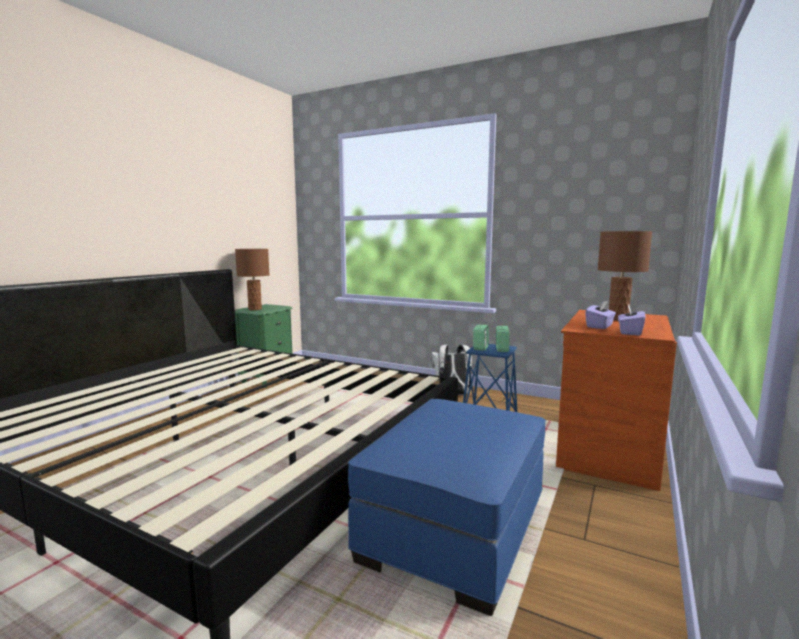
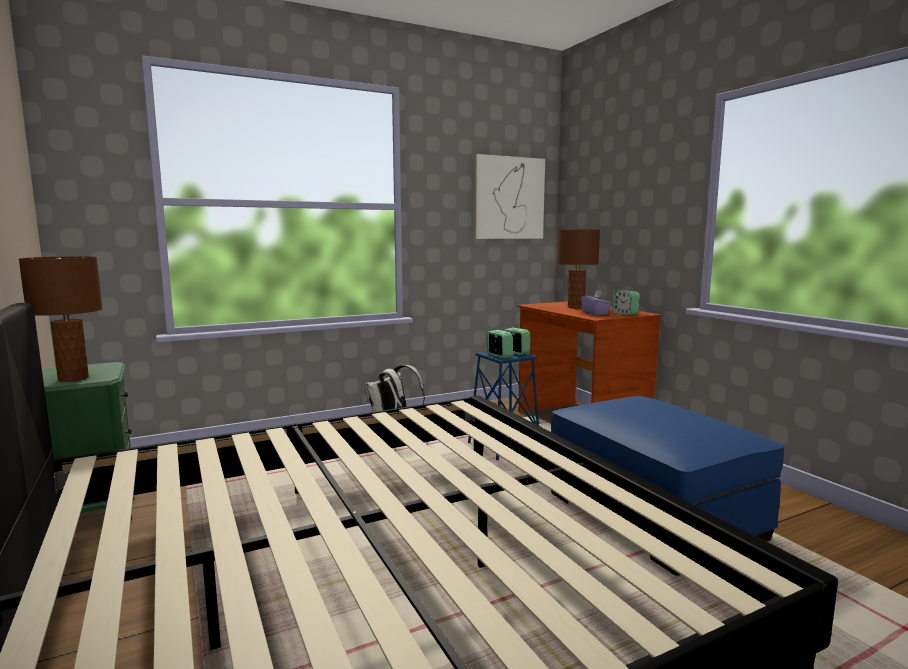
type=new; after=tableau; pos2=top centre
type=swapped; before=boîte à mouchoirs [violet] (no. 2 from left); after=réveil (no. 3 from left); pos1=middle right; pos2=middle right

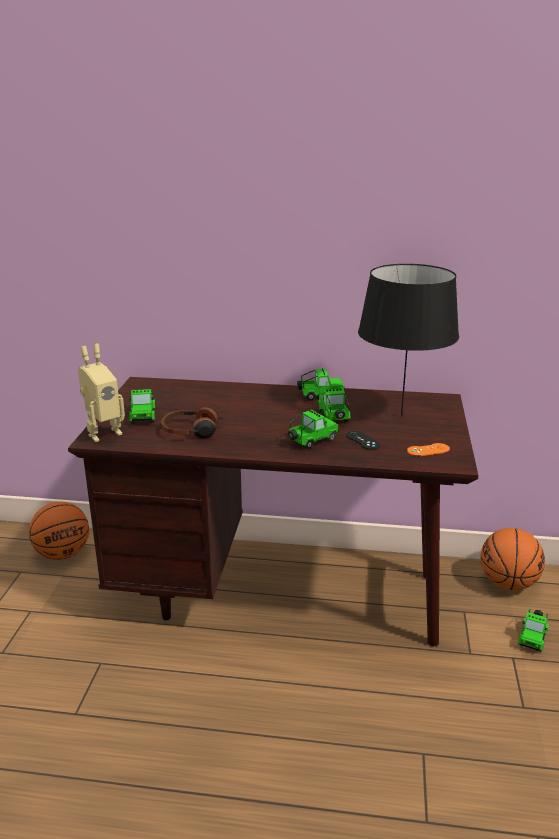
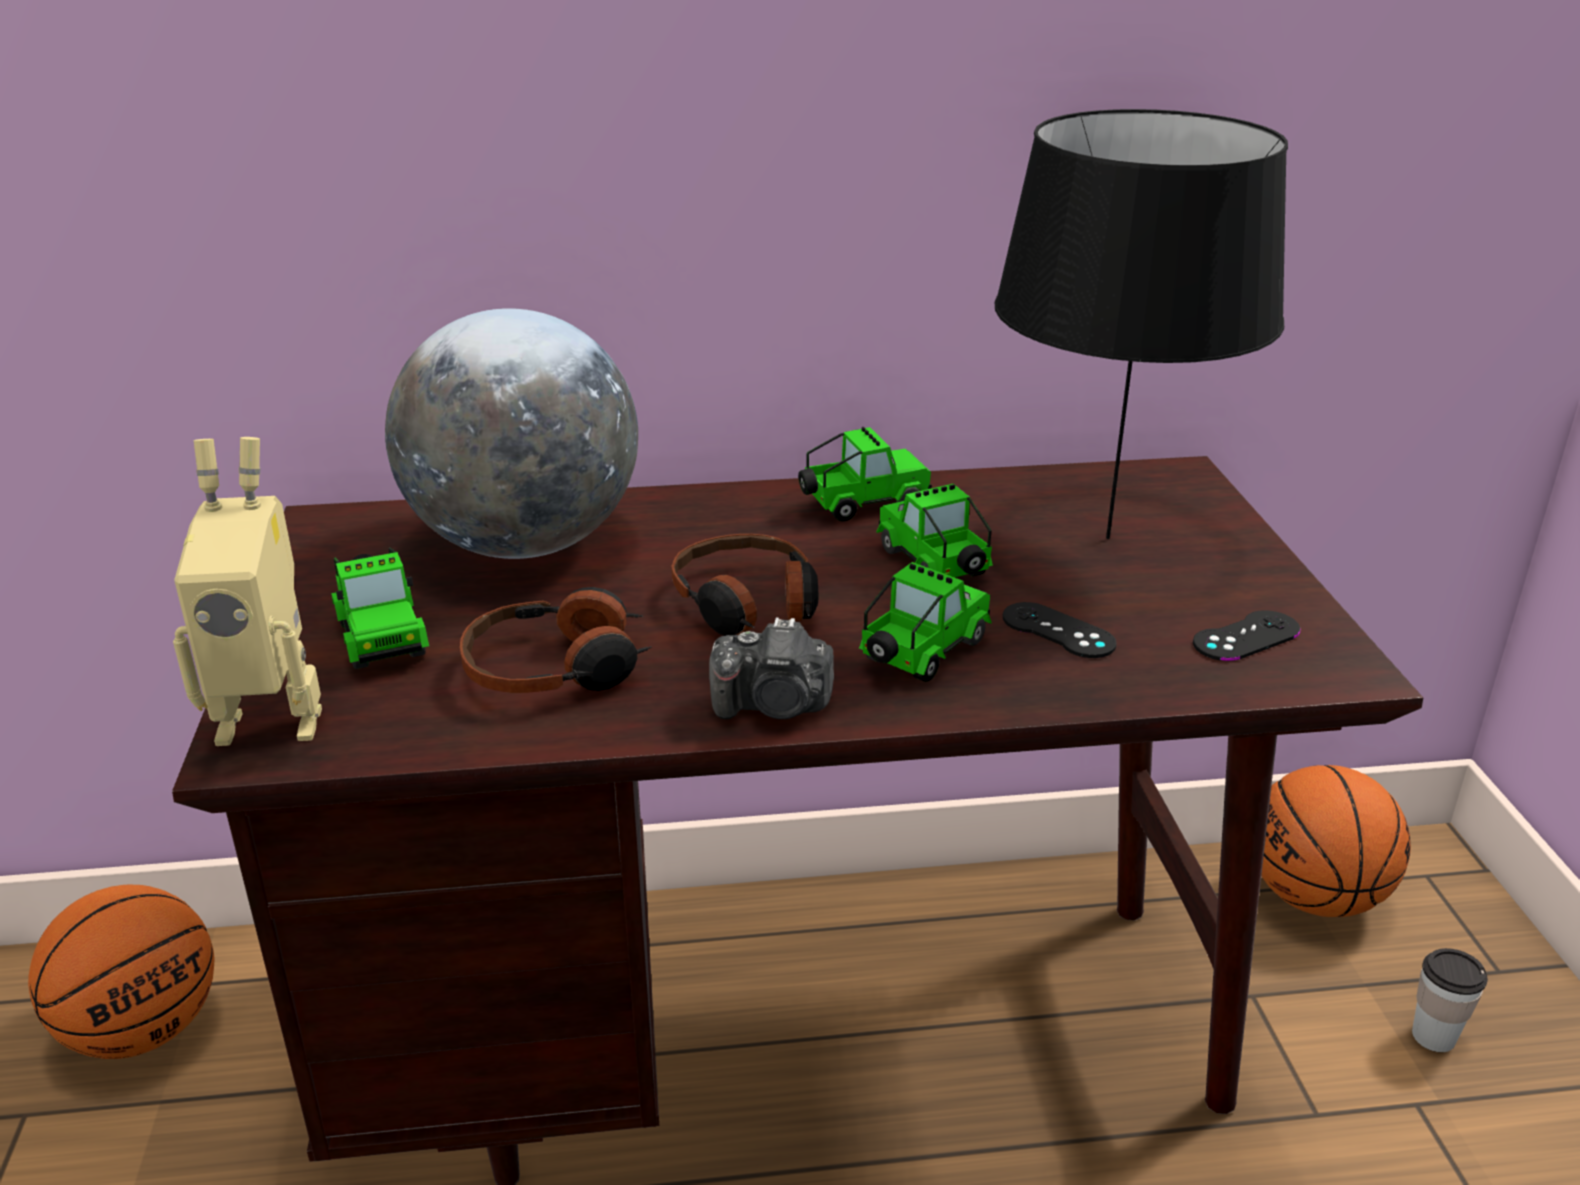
type=rotated; before=robot jouet; pos1=middle left; pos2=middle left; turn=45
type=new; after=globe; pos2=middle left
type=new; after=casque audio (no. 2 from left); pos2=centre
type=new; after=appareil photo; pos2=centre
type=repainted; before=manette [orange]; after=manette [noir] (no. 2 from left); pos1=middle right; pos2=middle right
type=swapped; before=petite voiture (no. 5 from left); after=tasse; pos1=bottom right; pos2=bottom right

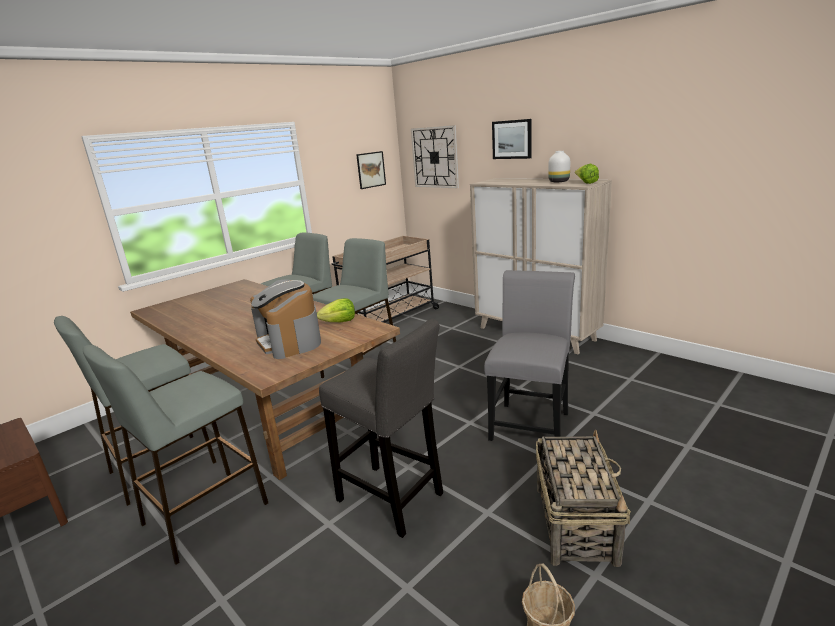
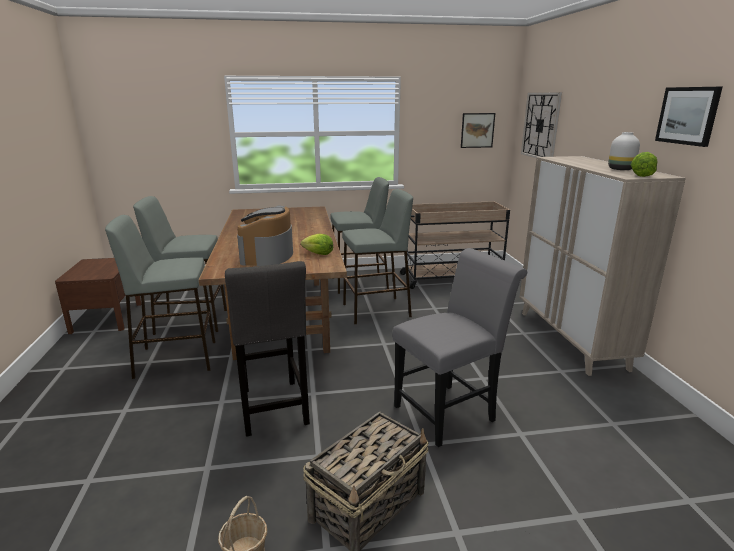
type=shifted; before=tableau (no. 2 from left); pos1=top centre; pos2=top right

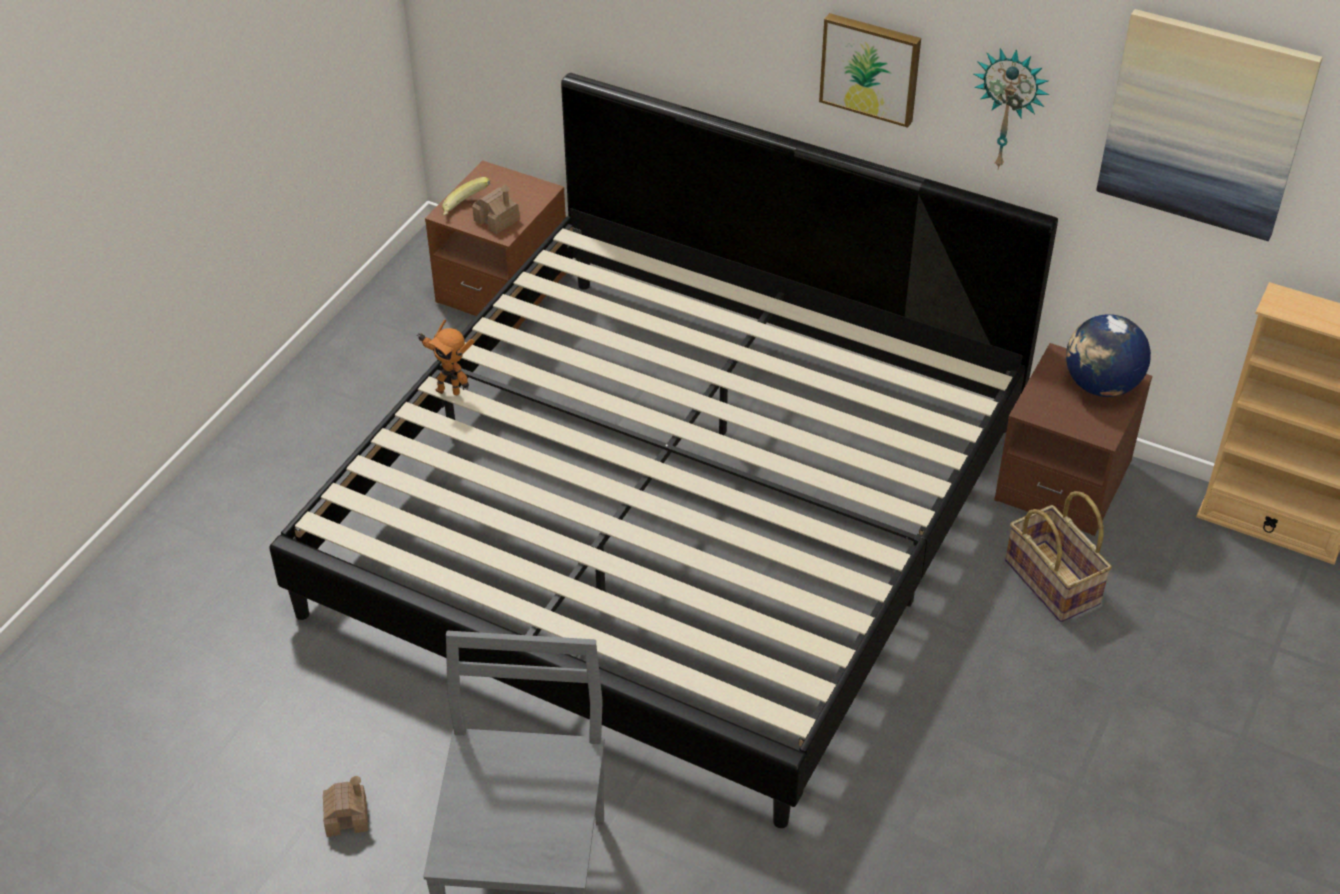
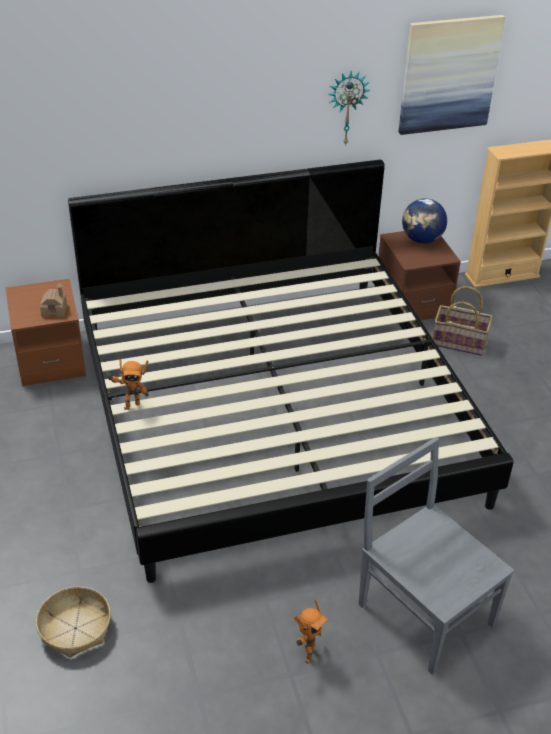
type=new; after=panier (no. 1 from left); pos2=bottom left
type=swapped; before=maison miniature (no. 1 from left); after=robot jouet (no. 2 from left); pos1=bottom left; pos2=bottom centre
type=gone; before=banane; pos1=top centre
type=gone; before=tableau (no. 1 from left); pos1=top centre

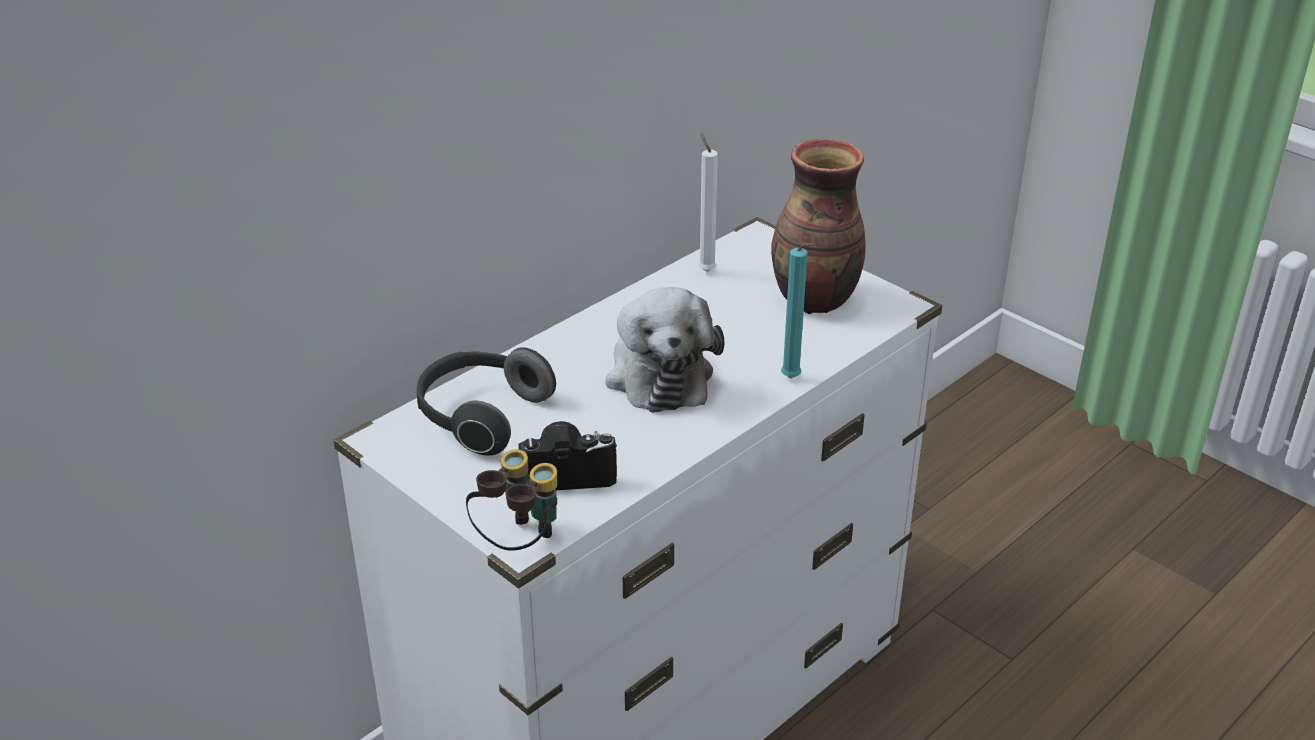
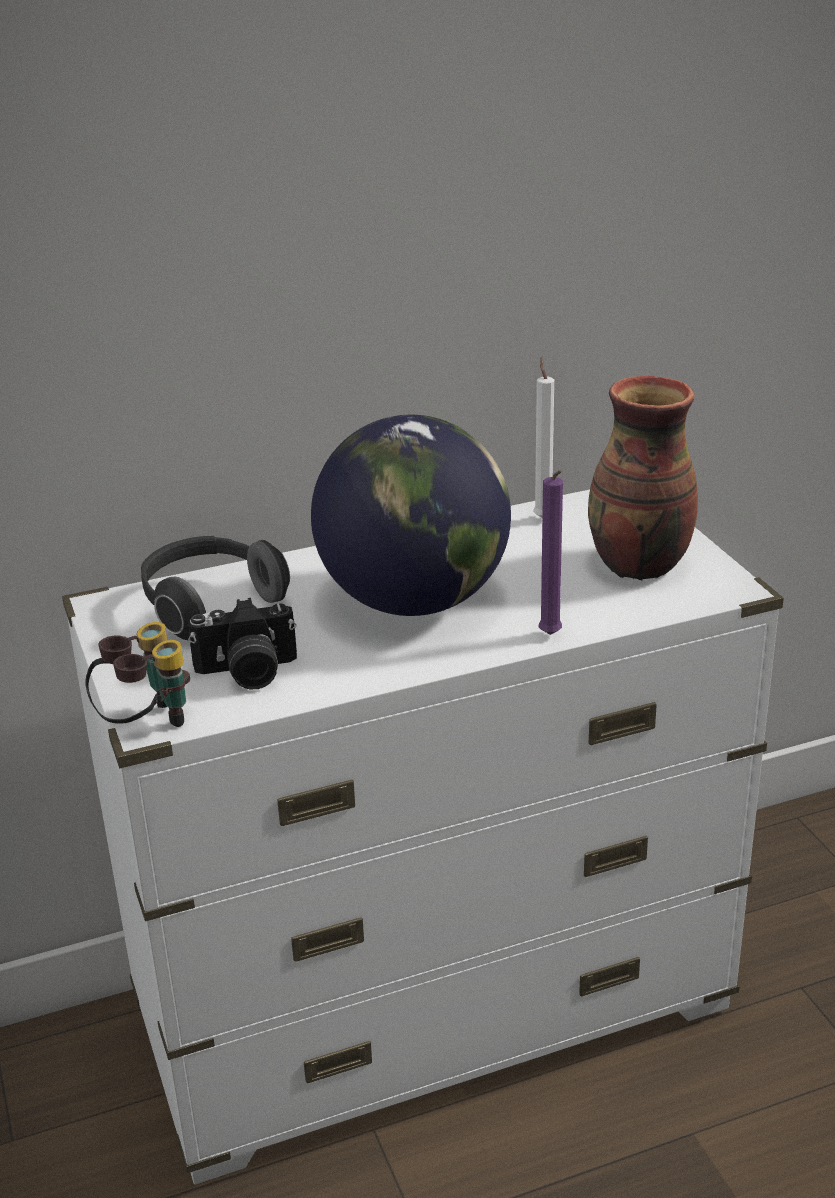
type=rotated; before=appareil photo; pos1=centre; pos2=middle left; turn=150
type=swapped; before=peluche; after=globe; pos1=centre; pos2=centre
type=repainted; before=bougie [turquoise]; after=bougie [violet]; pos1=centre; pos2=centre

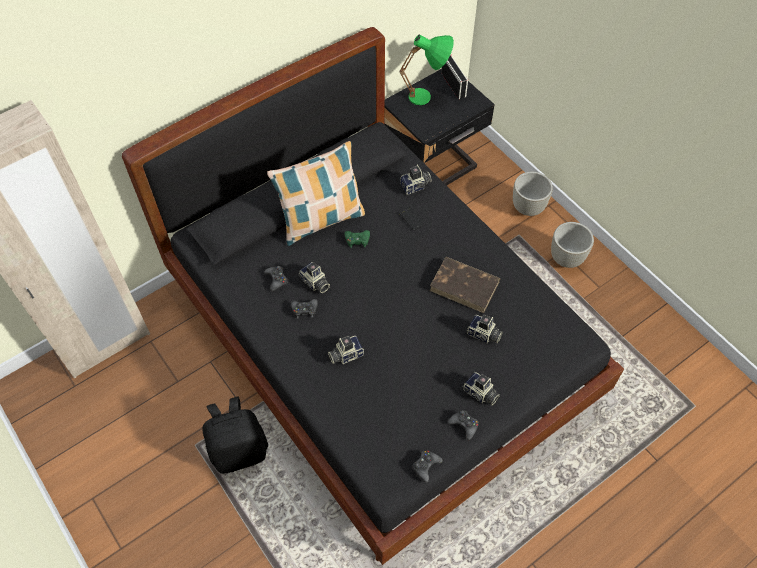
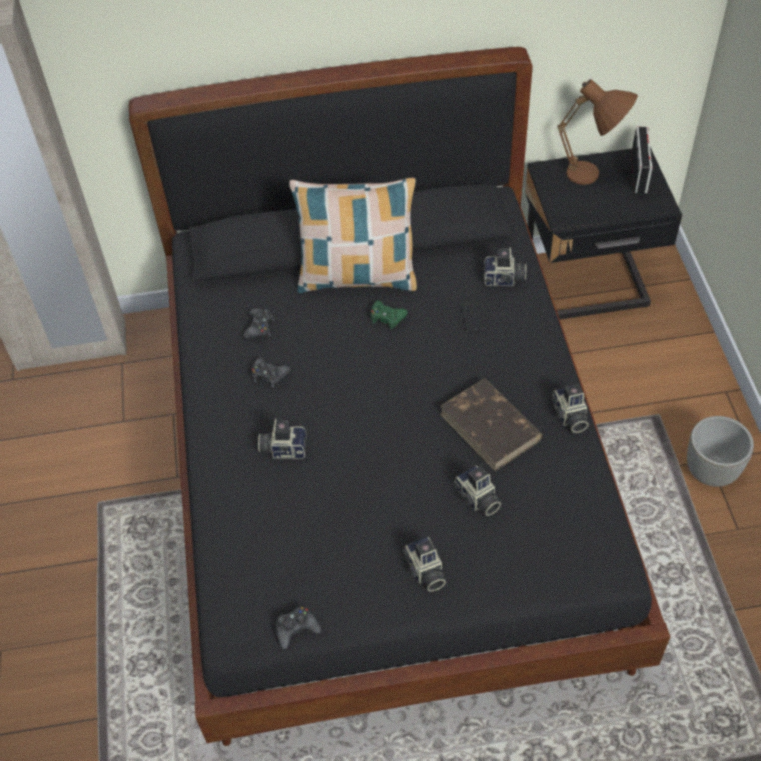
type=shifted; before=appareil photo (no. 1 from left in the first image); after=appareil photo (no. 5 from left); pos1=centre; pos2=middle right
type=repainted; before=lampe de table [vert]; after=lampe de table [marron]; pos1=top centre; pos2=top right
type=gone; before=sac à dos [noir]; pos1=bottom left
type=gone; before=manette [noir] (no. 4 from left); pos1=bottom centre
type=gone; before=cache-pot [gris] (no. 1 from left); pos1=middle right

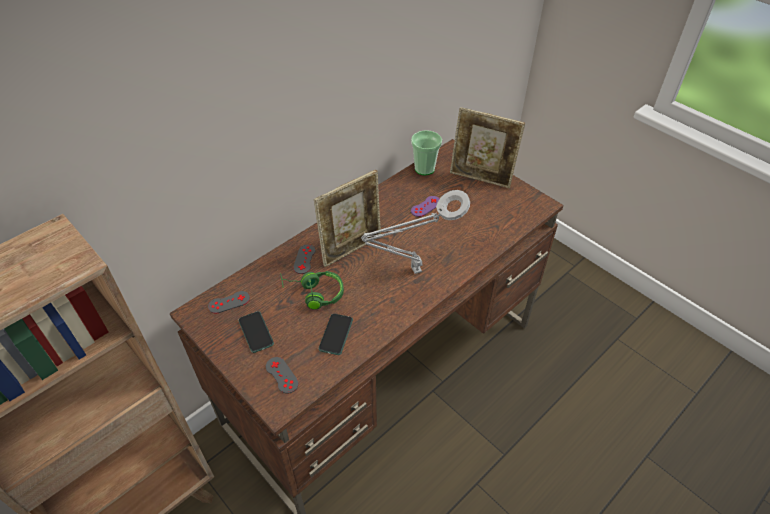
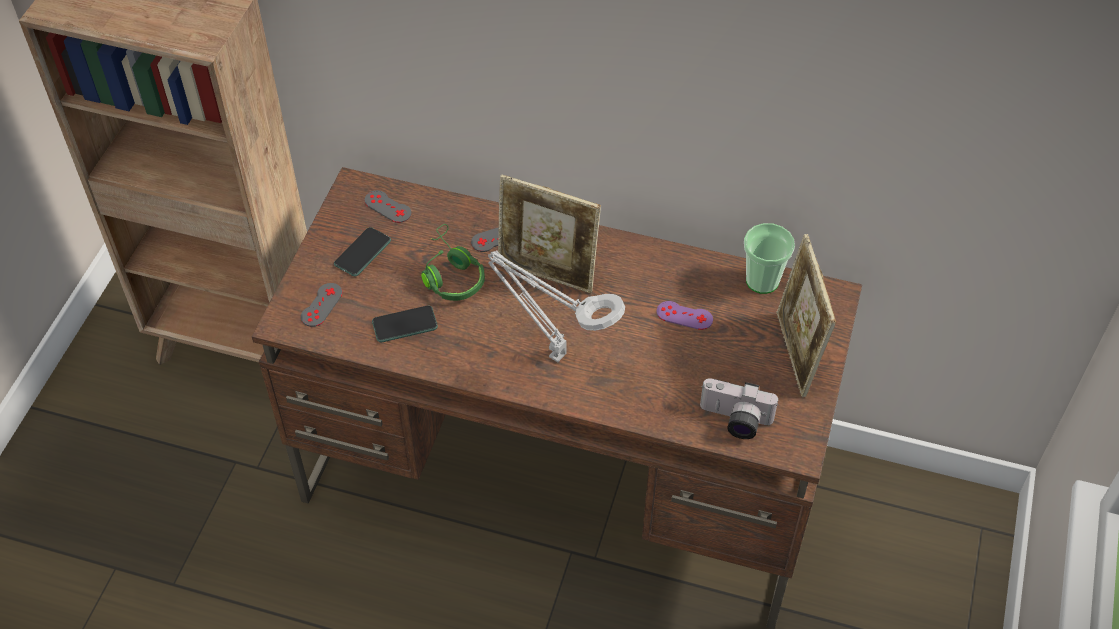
type=new; after=appareil photo; pos2=centre

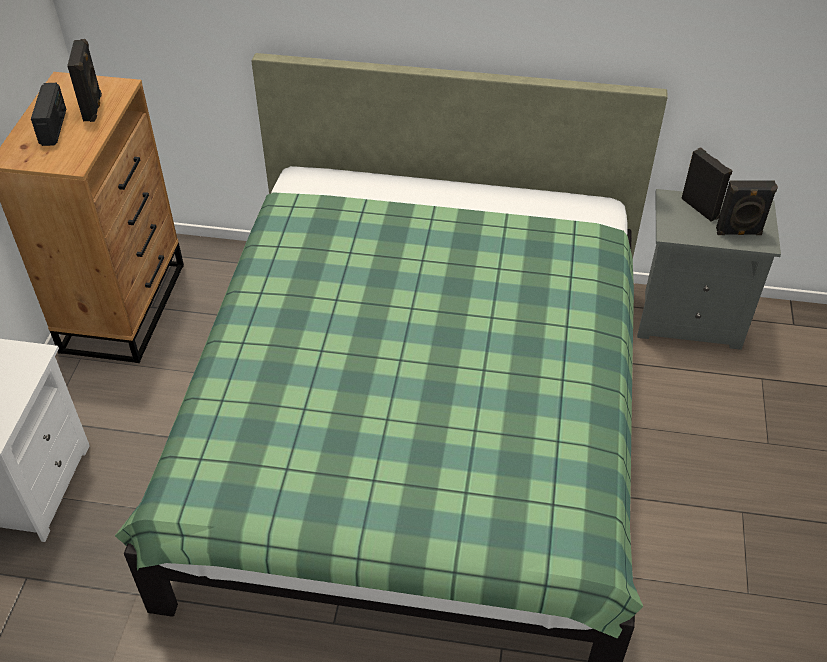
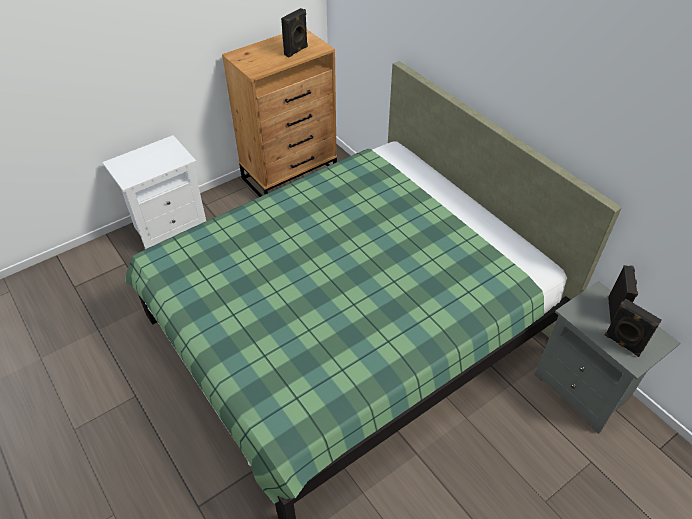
type=gone; before=radio; pos1=top left

